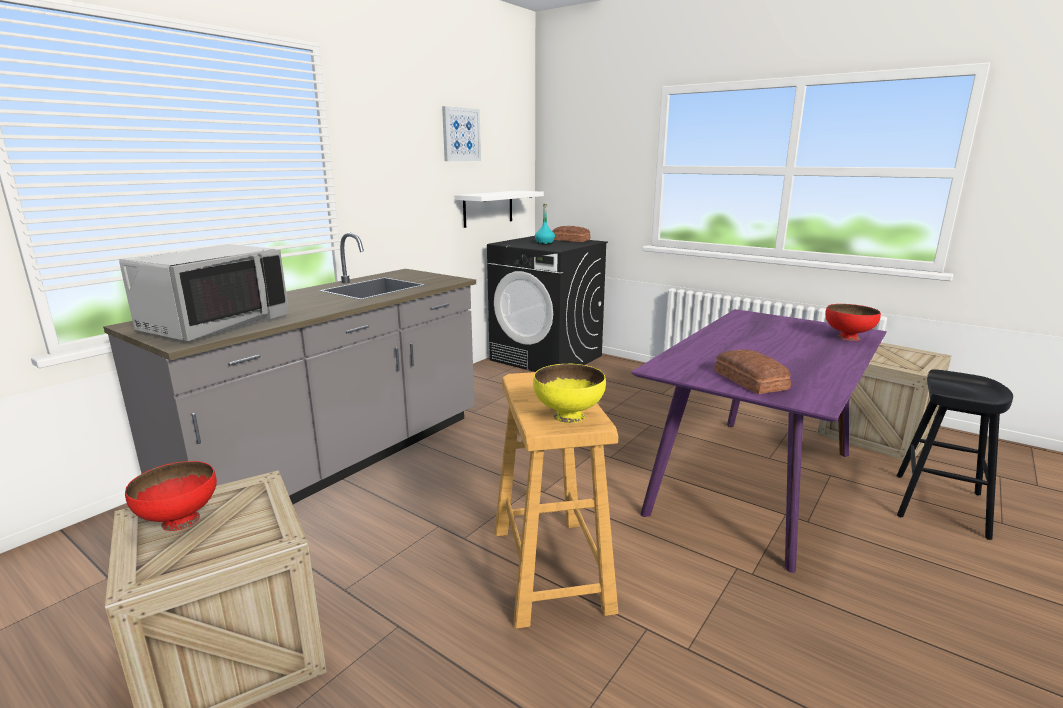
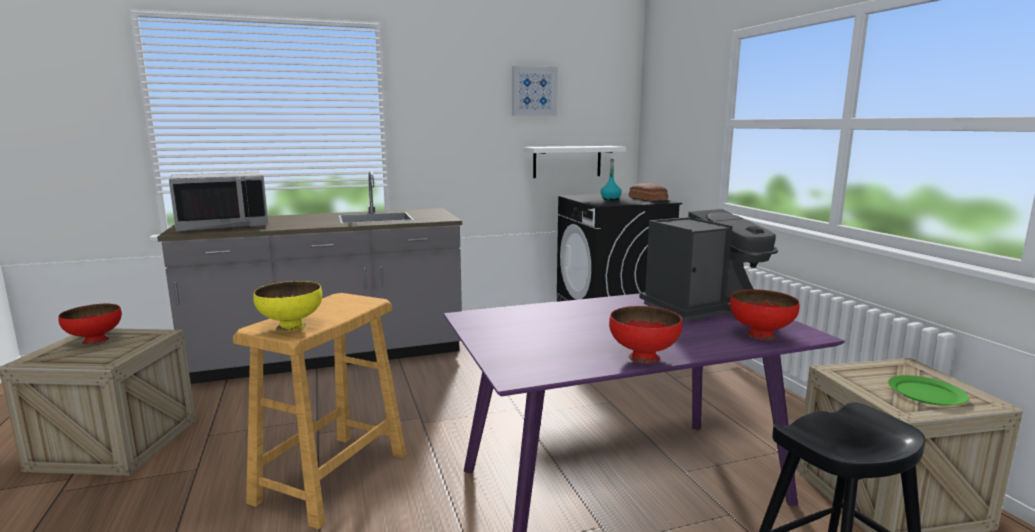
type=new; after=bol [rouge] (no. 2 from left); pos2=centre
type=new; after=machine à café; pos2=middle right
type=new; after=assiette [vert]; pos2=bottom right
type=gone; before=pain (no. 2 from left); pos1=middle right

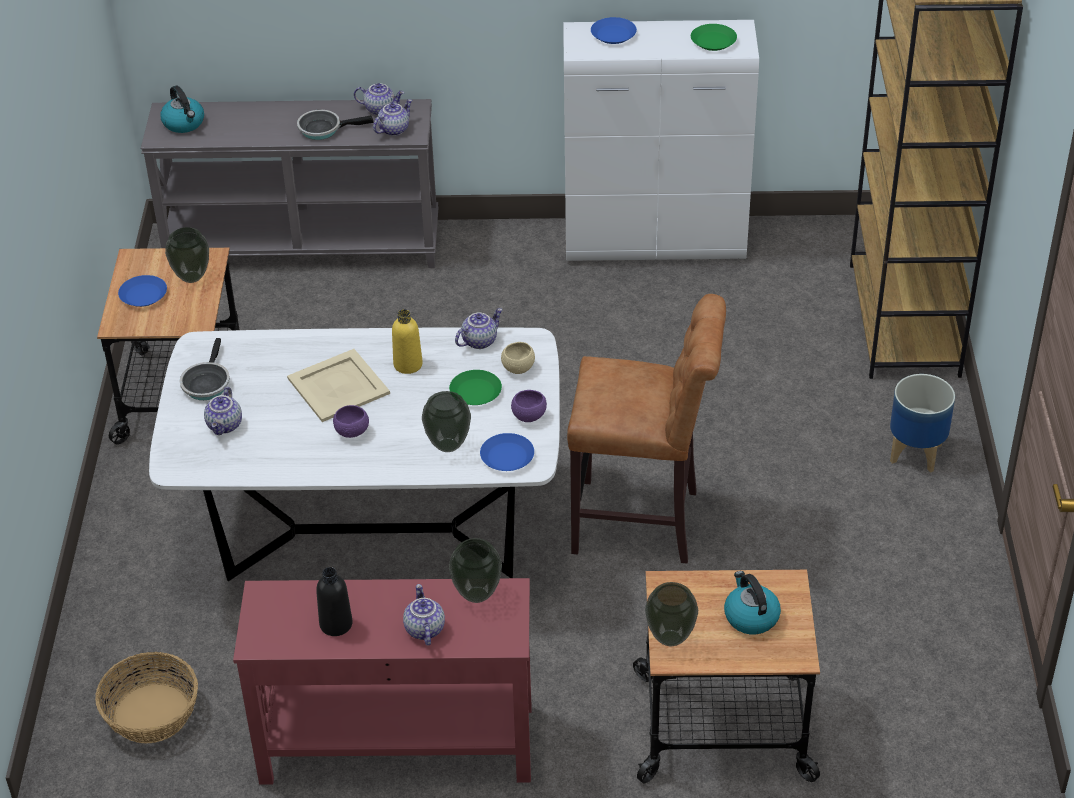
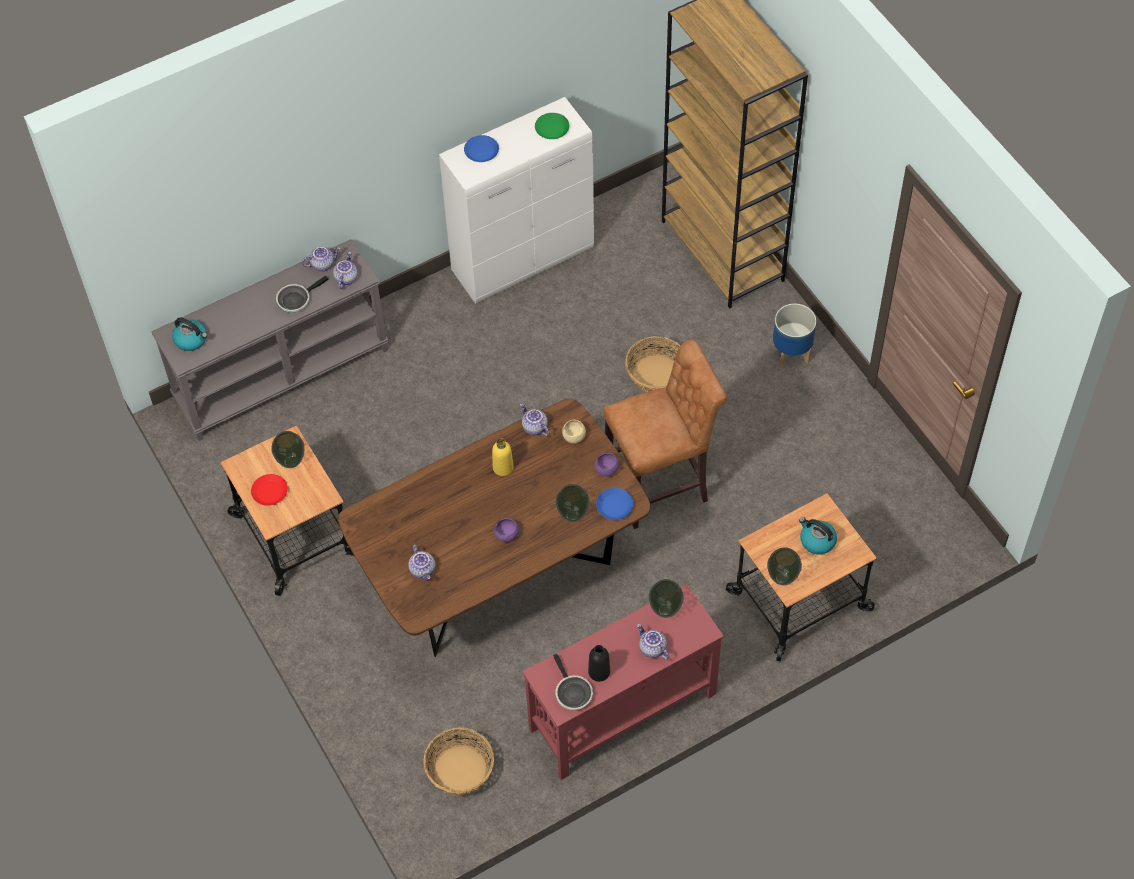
type=repainted; before=assiette [bleu] (no. 1 from left); after=assiette [rouge]; pos1=middle left; pos2=middle left
type=repainted; before=table à manger [blanc]; after=table à manger [marron]; pos1=middle left; pos2=centre
type=rotated; before=théière (no. 5 from left in the first image); pos1=centre; pos2=centre; turn=-60
type=shifted; before=poêle (no. 1 from left in the first image); after=poêle (no. 2 from left); pos1=middle left; pos2=bottom centre
type=new; after=panier (no. 2 from left); pos2=centre
type=gone; before=plateau [beige]; pos1=middle left
type=gone; before=assiette [vert] (no. 1 from left); pos1=centre

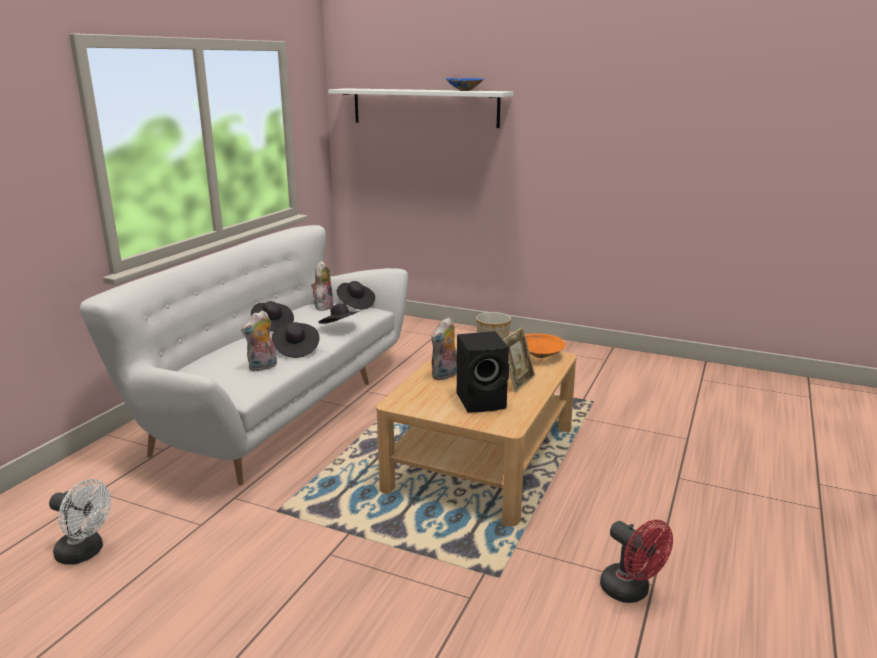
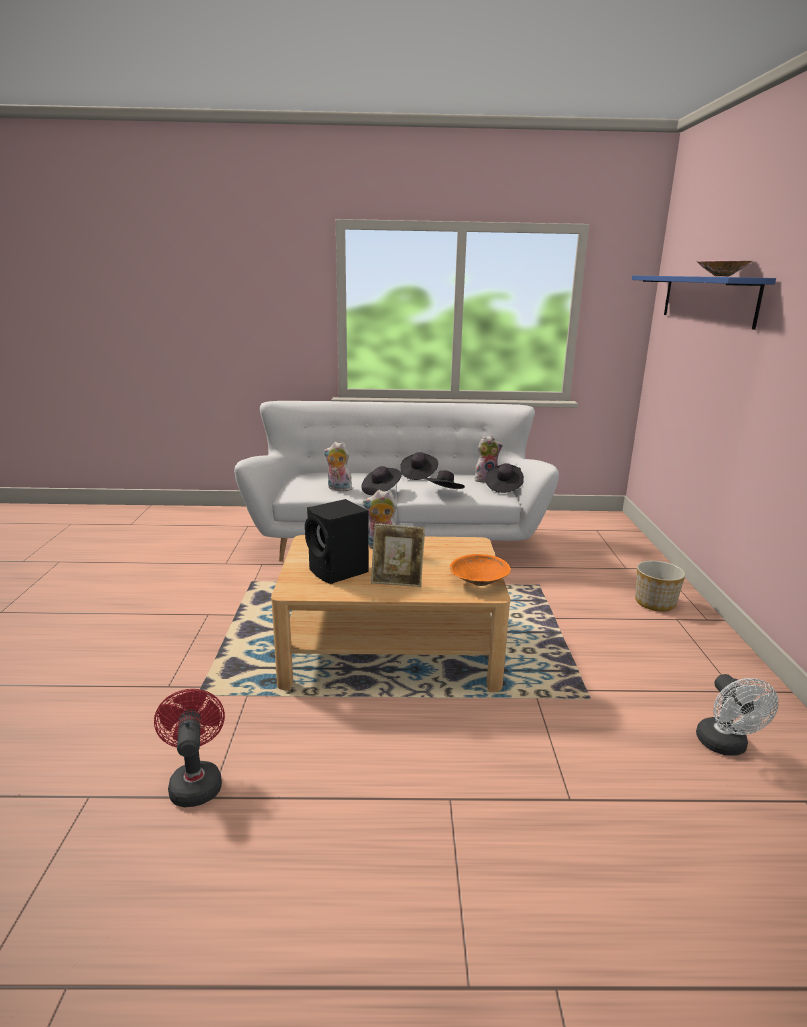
type=rotated; before=ventilateur [rouge]; pos1=bottom right; pos2=bottom left; turn=135
type=repainted; before=étagère [blanc]; after=étagère [bleu]; pos1=top centre; pos2=top right
type=repainted; before=bol [bleu]; after=bol [rose]; pos1=top centre; pos2=top right
type=shifted; before=ventilateur [blanc]; pos1=bottom left; pos2=bottom right

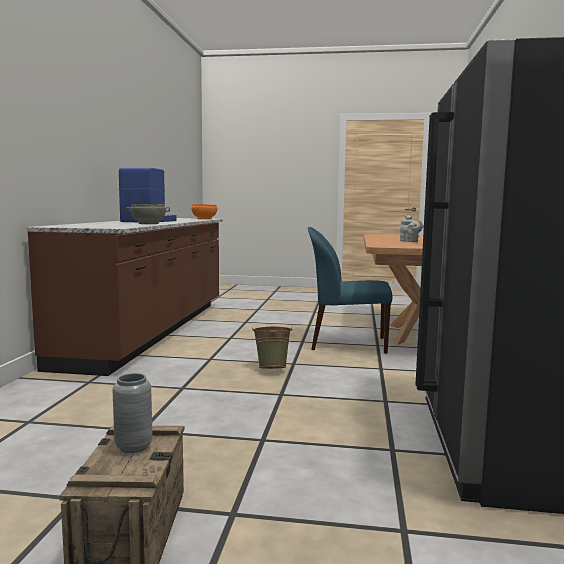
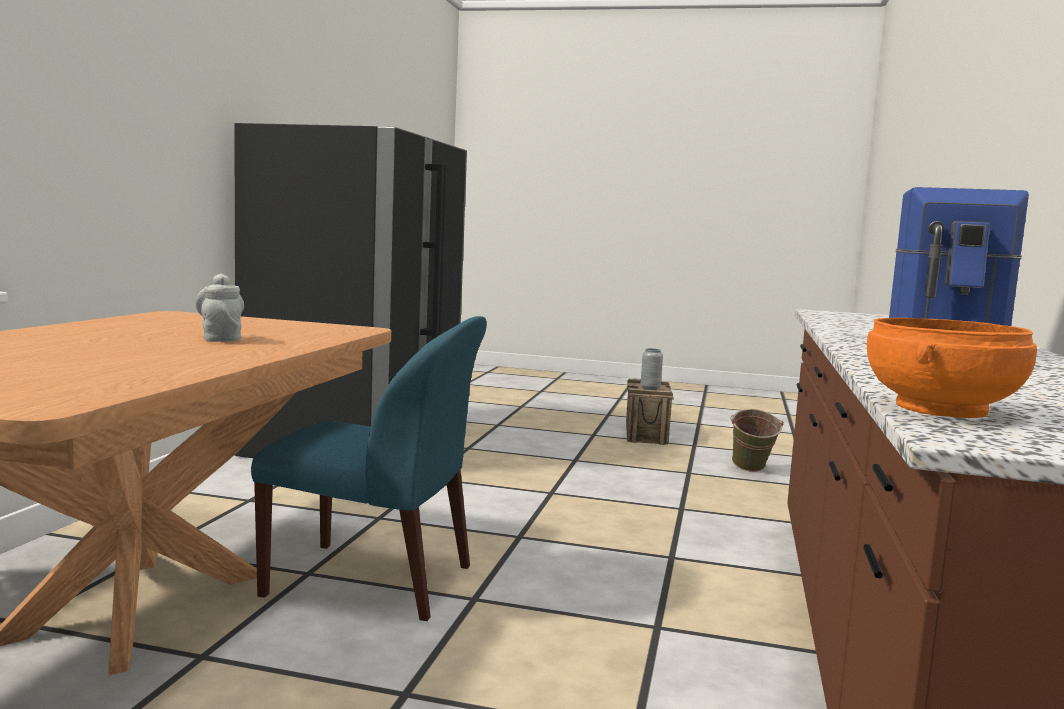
type=shifted; before=seau [vert]; pos1=centre; pos2=middle right
type=gone; before=bol [gris]; pos1=middle left

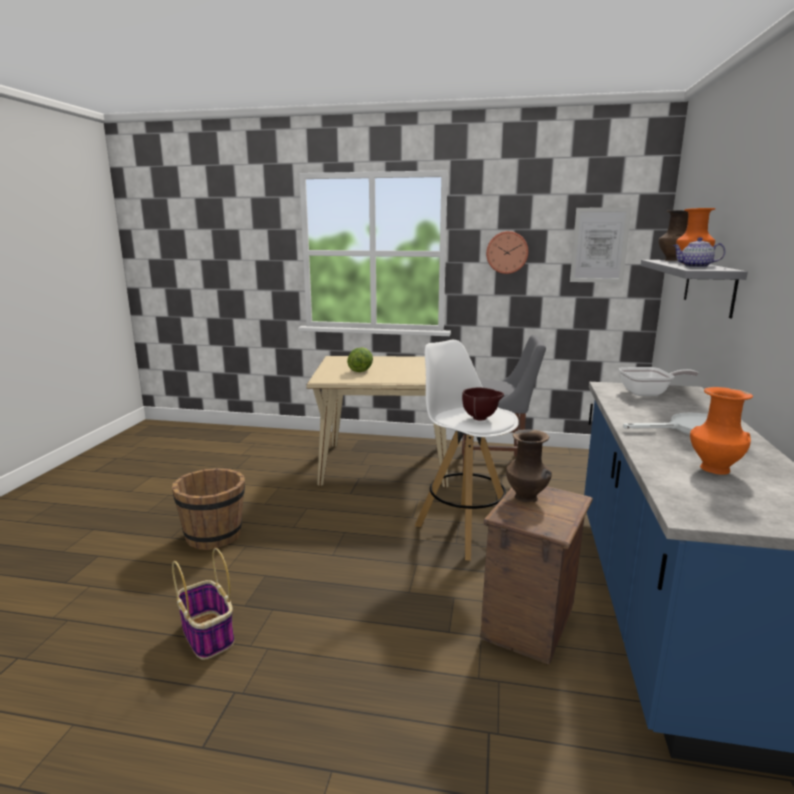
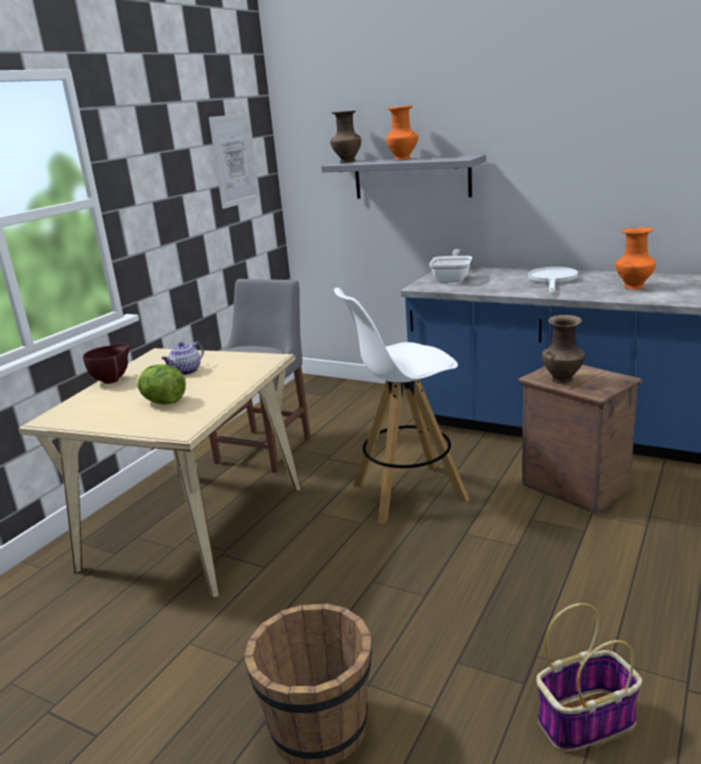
type=shifted; before=bol [marron]; pos1=centre; pos2=middle left
type=shifted; before=théière; pos1=top right; pos2=middle left
type=gone; before=horloge murale; pos1=top centre

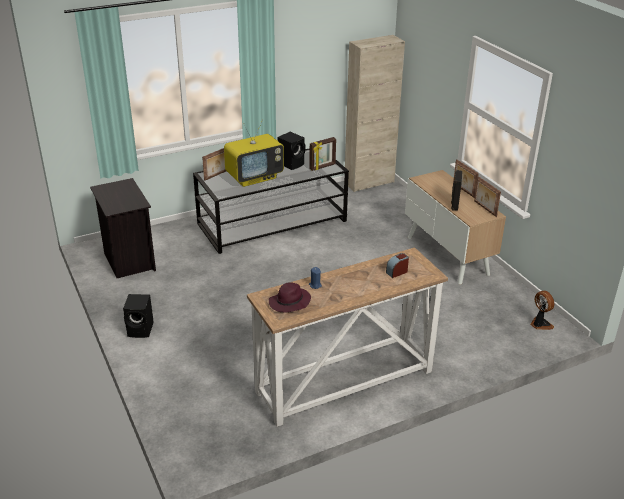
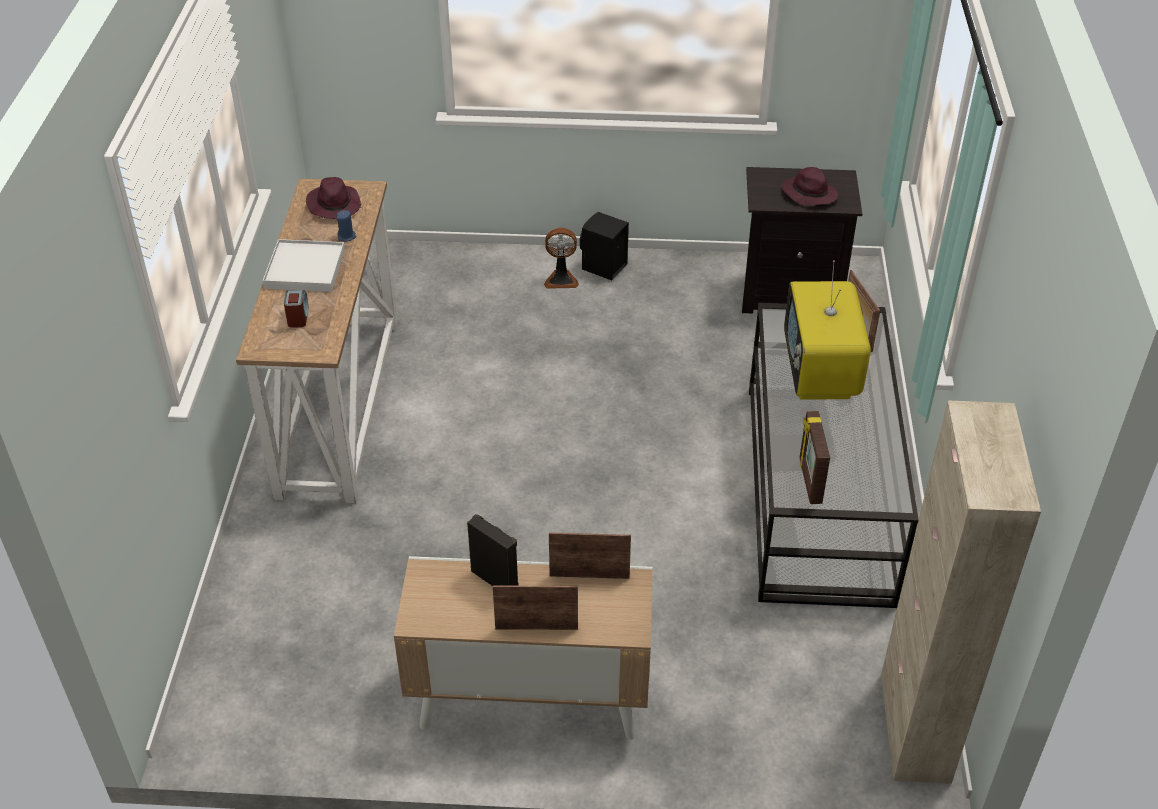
type=new; after=plateau [blanc]; pos2=top left
type=shifted; before=ventilateur; pos1=middle right; pos2=top centre
type=shifted; before=cadre photo (no. 4 from left in the first image); after=cadre photo (no. 2 from left); pos1=middle right; pos2=bottom centre
type=new; after=chapeau [violet] (no. 2 from left); pos2=top right
type=gone; before=enceinte [noir] (no. 2 from left); pos1=top centre

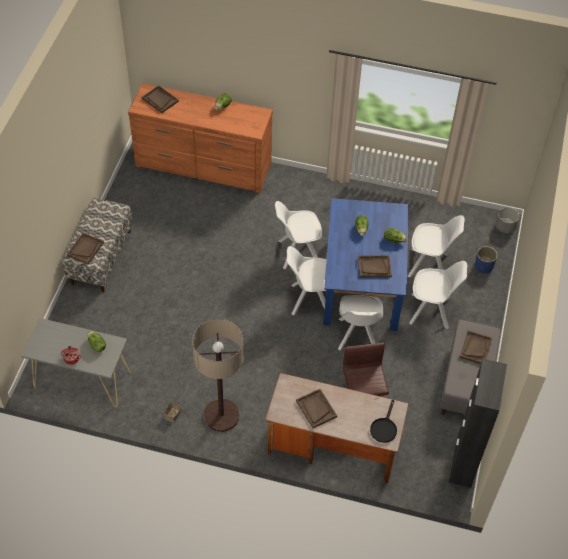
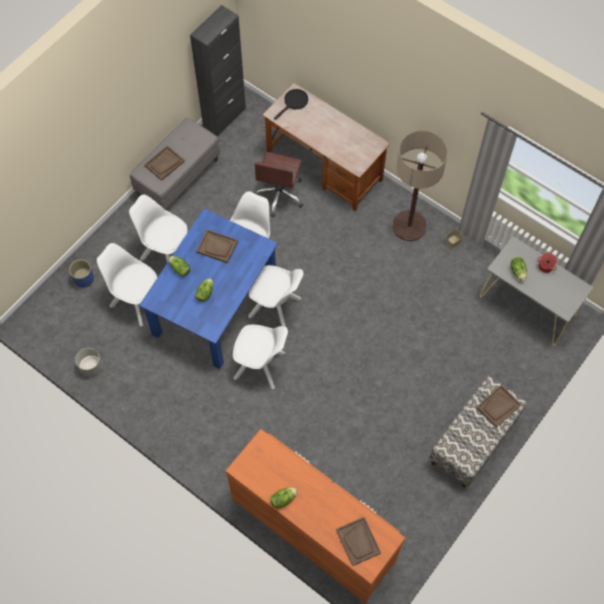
type=shifted; before=cache-pot [gris]; pos1=middle right; pos2=middle left
type=gone; before=plateau [marron] (no. 3 from left); pos1=bottom centre

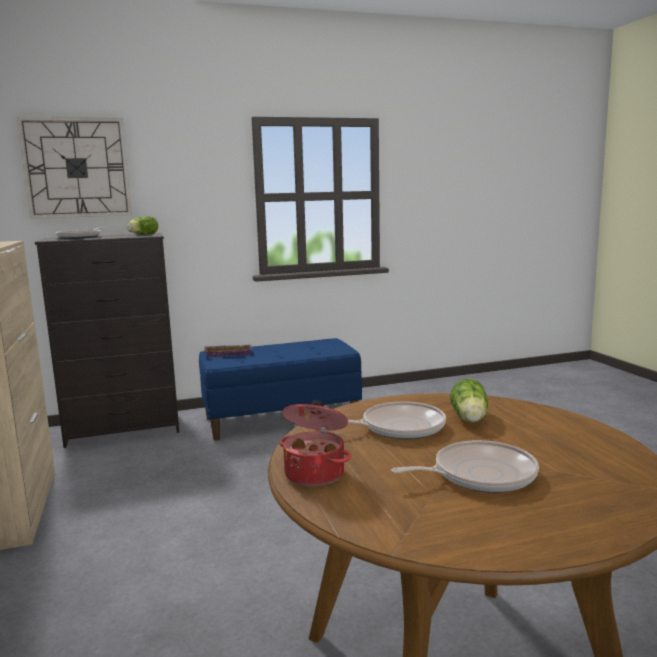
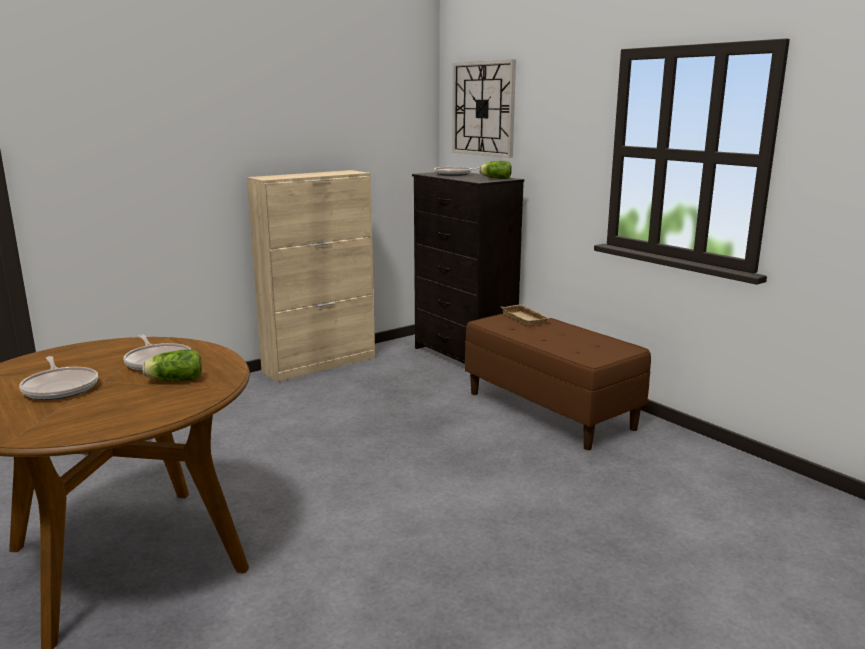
type=repainted; before=banc [bleu]; after=banc [marron]; pos1=centre; pos2=centre
type=repainted; before=plateau [violet]; after=plateau [beige]; pos1=centre; pos2=centre
type=gone; before=marmite; pos1=bottom centre

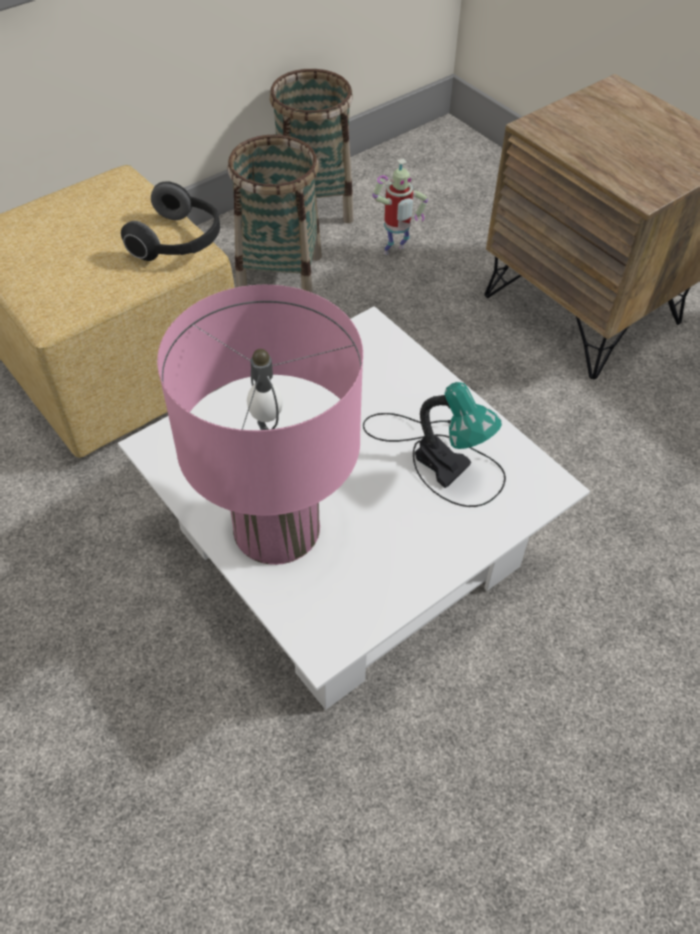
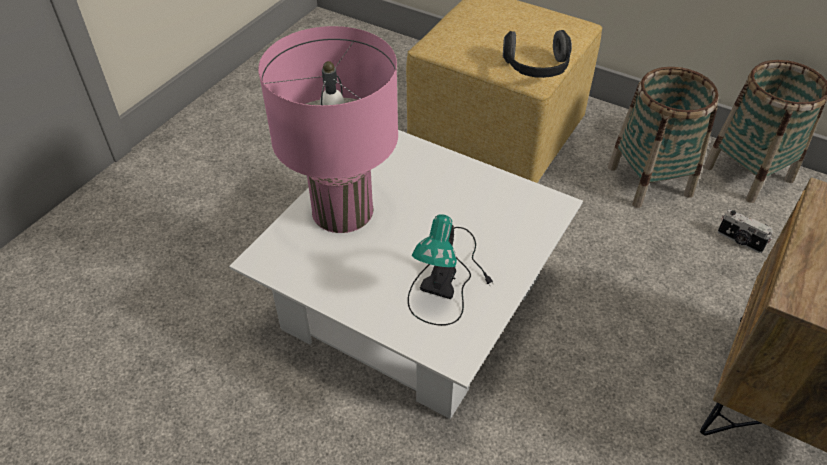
type=swapped; before=robot jouet; after=appareil photo; pos1=top centre; pos2=middle right

